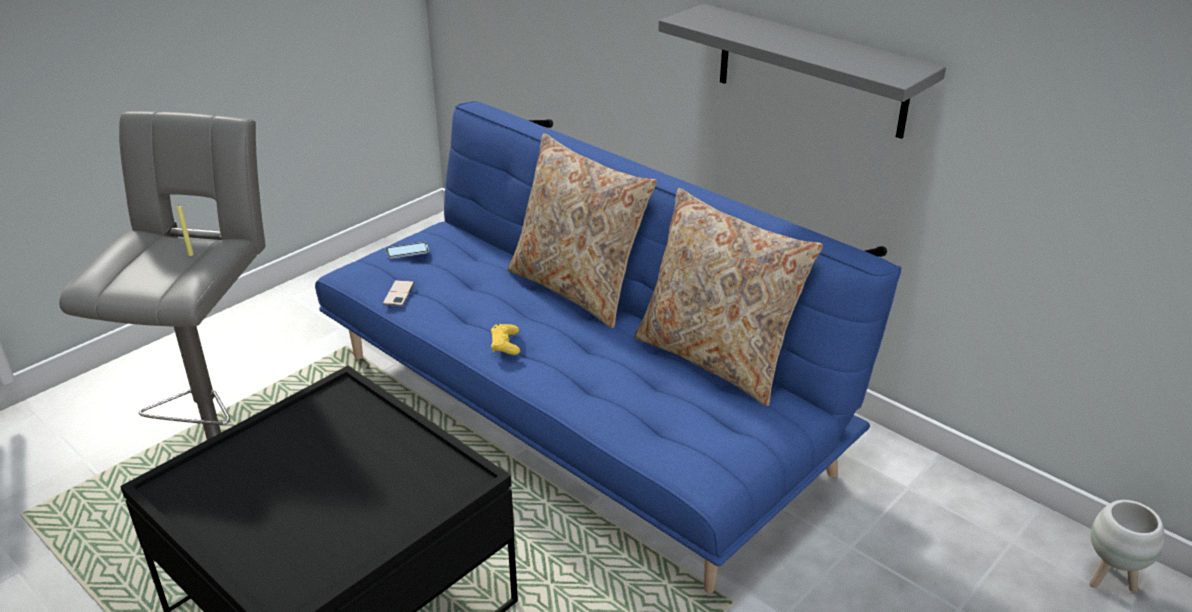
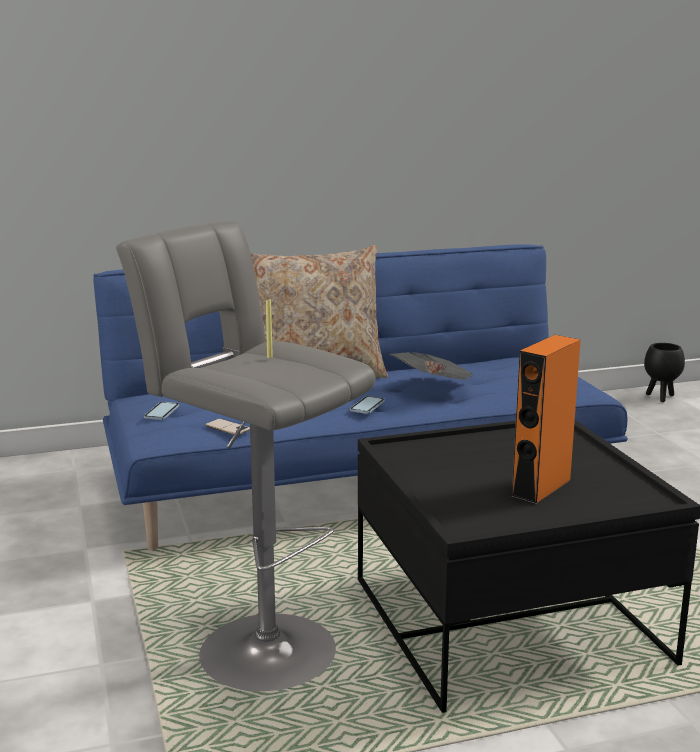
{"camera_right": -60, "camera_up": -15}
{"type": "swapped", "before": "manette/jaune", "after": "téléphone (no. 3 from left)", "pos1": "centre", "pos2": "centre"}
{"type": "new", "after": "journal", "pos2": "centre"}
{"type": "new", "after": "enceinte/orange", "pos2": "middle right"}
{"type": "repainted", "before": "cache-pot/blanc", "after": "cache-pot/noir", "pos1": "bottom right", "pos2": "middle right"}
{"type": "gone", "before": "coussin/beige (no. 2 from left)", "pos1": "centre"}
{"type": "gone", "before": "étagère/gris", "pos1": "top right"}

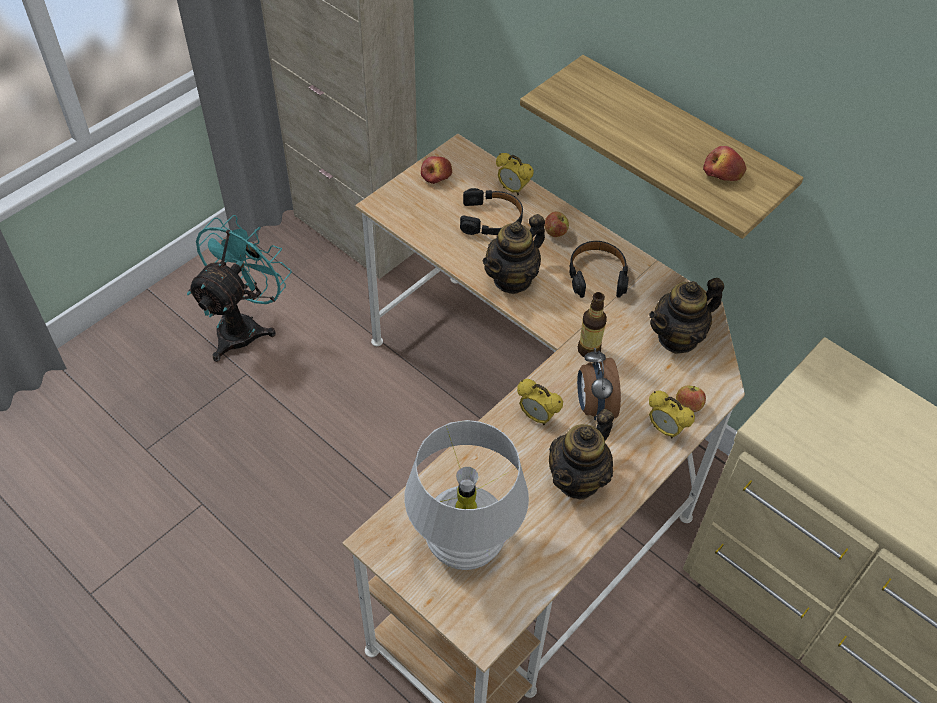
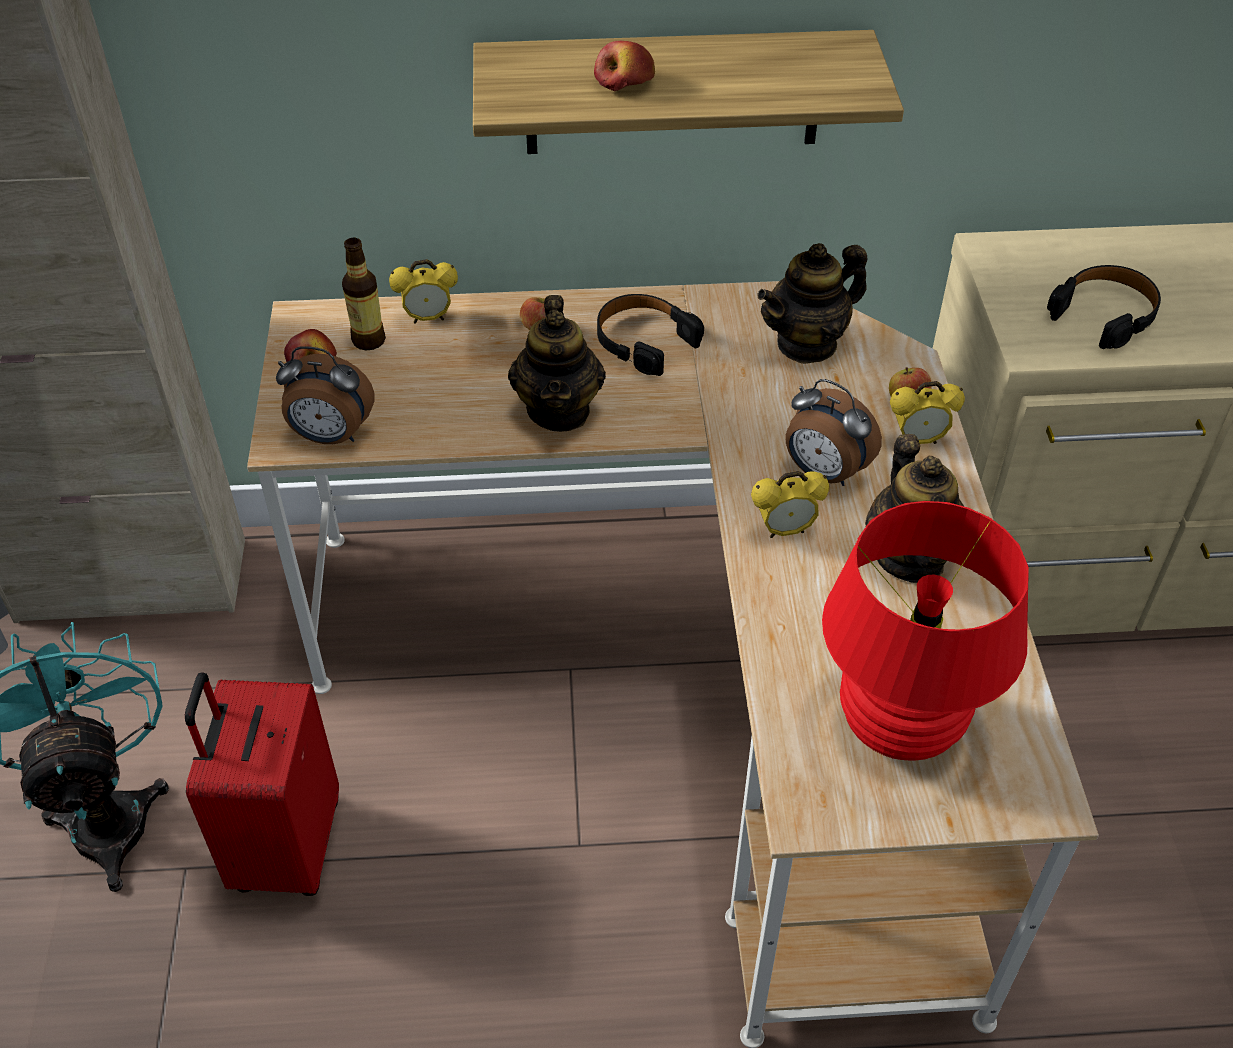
{"camera_right": -45, "camera_up": -5}
{"type": "new", "after": "valise/rouge", "pos2": "bottom left"}
{"type": "new", "after": "réveil (no. 1 from left)", "pos2": "middle left"}
{"type": "shifted", "before": "bouteille", "pos1": "centre", "pos2": "top left"}
{"type": "shifted", "before": "pomme (no. 4 from left in the first image)", "after": "pomme (no. 3 from left)", "pos1": "top right", "pos2": "top centre"}
{"type": "rotated", "before": "théière (no. 3 from left in the first image)", "pos1": "middle right", "pos2": "top centre", "turn": 45}
{"type": "repainted", "before": "lampe de table/blanc", "after": "lampe de table/rouge", "pos1": "bottom centre", "pos2": "middle right"}
{"type": "shifted", "before": "casque audio/noir (no. 1 from left in the first image)", "after": "casque audio/noir (no. 2 from left)", "pos1": "top centre", "pos2": "top right"}

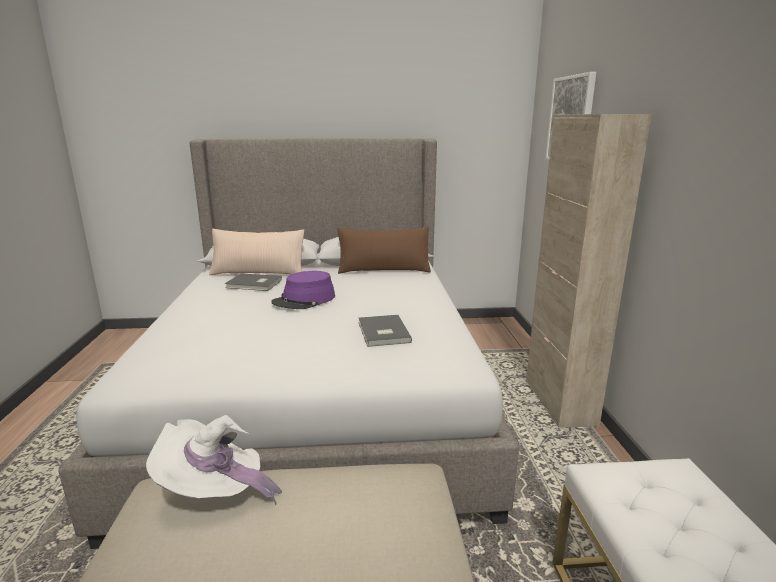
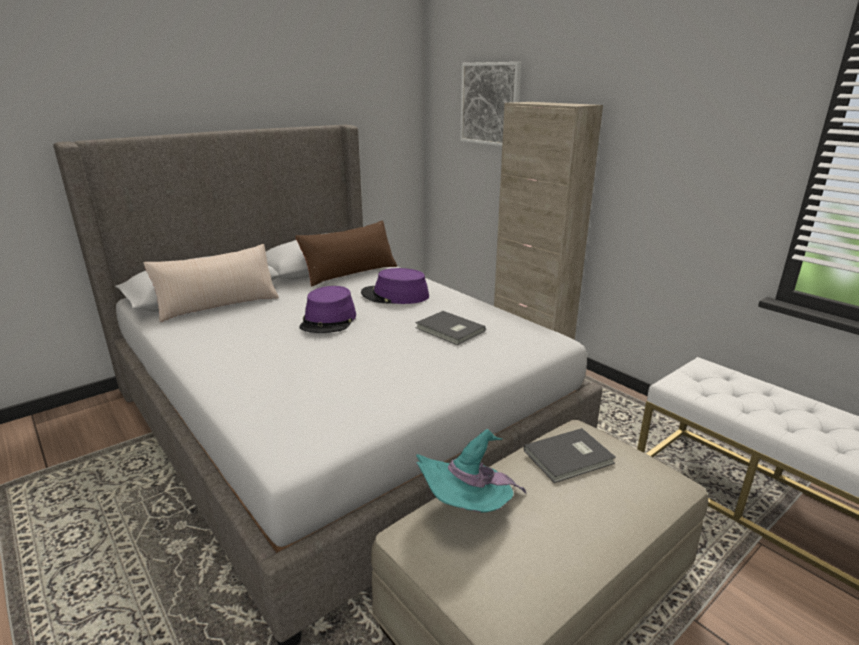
{"camera_right": -35, "camera_up": 5}
{"type": "new", "after": "chapeau/violet (no. 2 from left)", "pos2": "centre"}
{"type": "repainted", "before": "chapeau/blanc", "after": "chapeau/turquoise", "pos1": "bottom left", "pos2": "bottom centre"}
{"type": "shifted", "before": "livre/gris (no. 1 from left in the first image)", "after": "livre/gris (no. 2 from left)", "pos1": "middle left", "pos2": "bottom centre"}

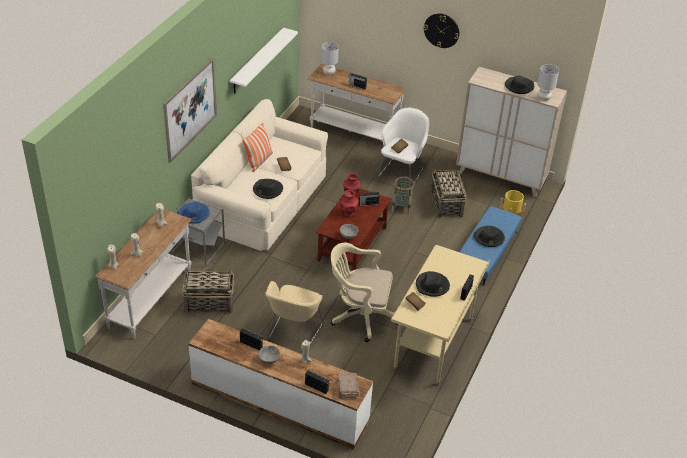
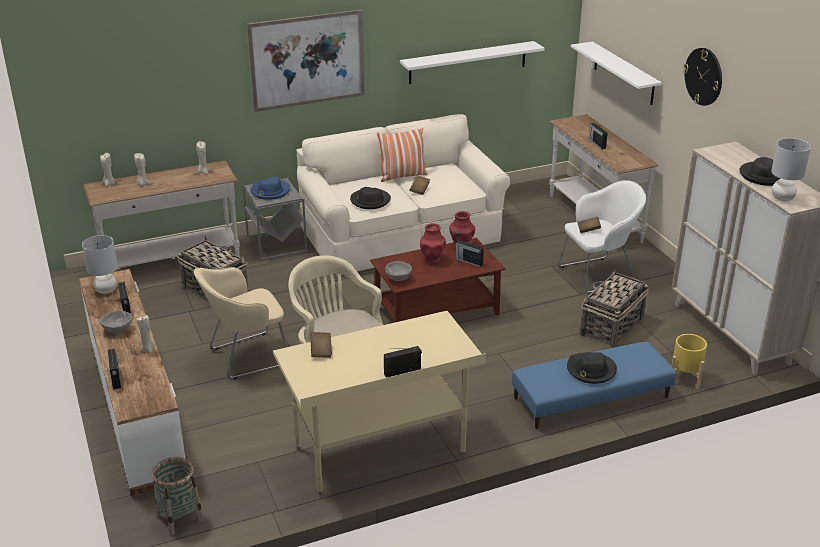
{"camera_right": 45, "camera_up": -10}
{"type": "shifted", "before": "lampe de table/gris (no. 1 from left)", "pos1": "top centre", "pos2": "middle left"}
{"type": "shifted", "before": "panier (no. 2 from left in the first image)", "after": "panier (no. 1 from left)", "pos1": "centre", "pos2": "bottom left"}
{"type": "new", "after": "étagère/blanc (no. 2 from left)", "pos2": "top right"}
{"type": "gone", "before": "livre/marron (no. 2 from left)", "pos1": "bottom centre"}
{"type": "gone", "before": "chapeau/noir (no. 2 from left)", "pos1": "centre"}

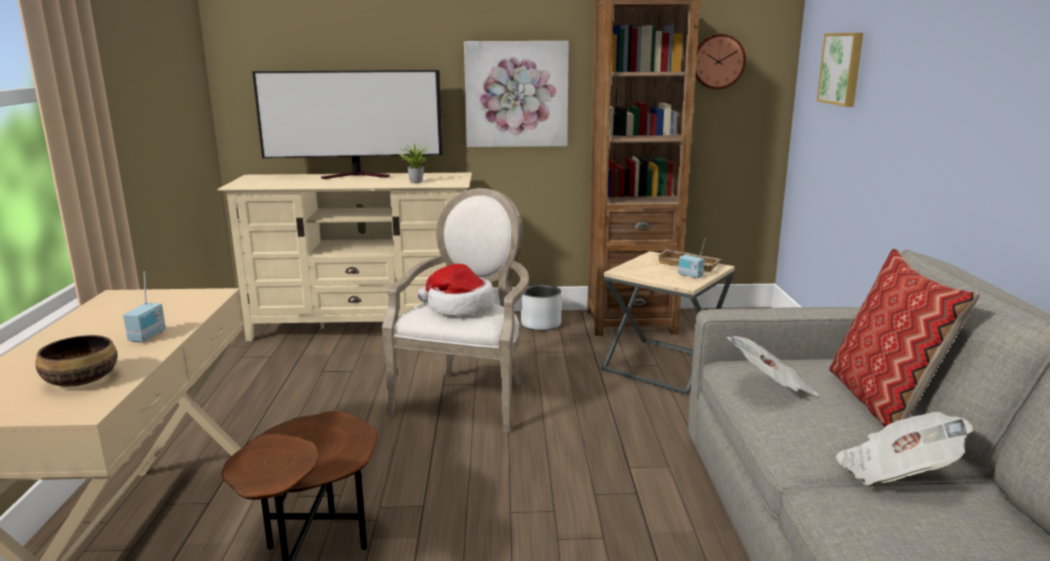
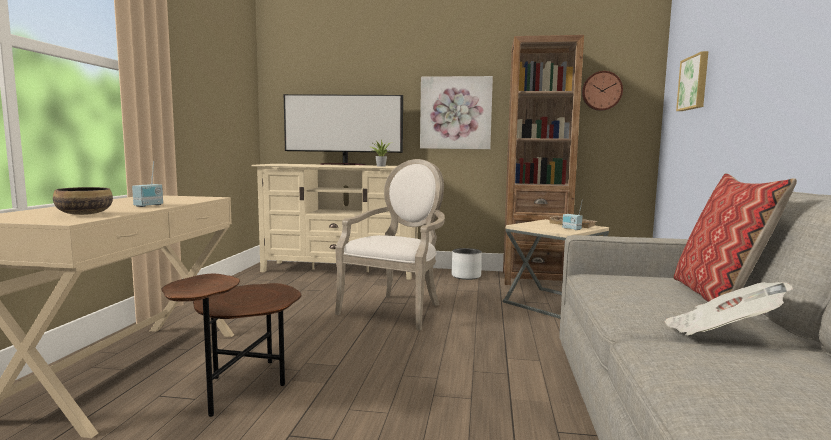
{"camera_right": 10, "camera_up": -10}
{"type": "gone", "before": "chapeau", "pos1": "centre"}
{"type": "gone", "before": "journal (no. 1 from left)", "pos1": "middle right"}

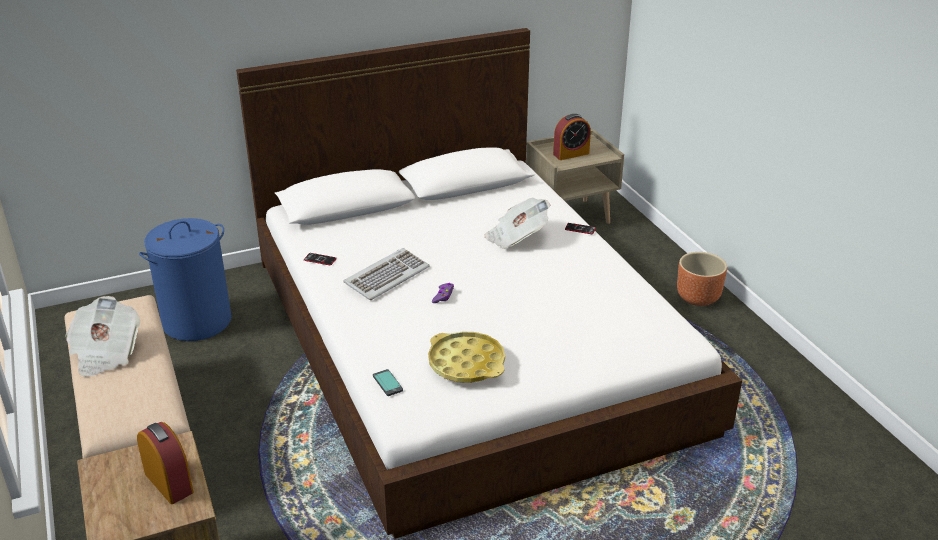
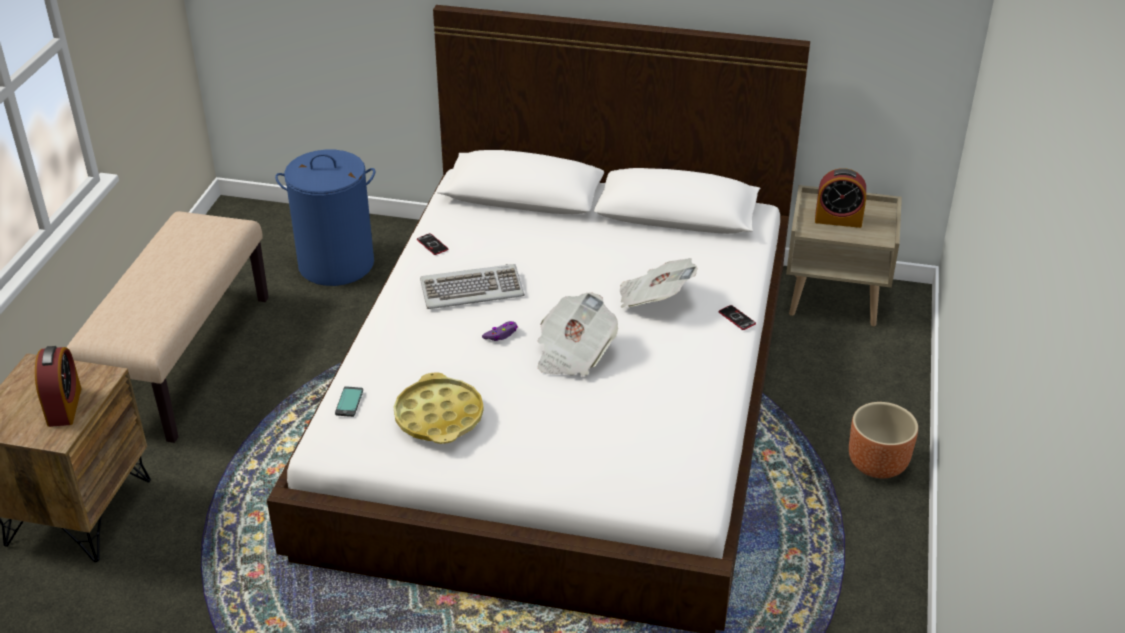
{"camera_right": 35, "camera_up": 5}
{"type": "shifted", "before": "journal (no. 1 from left)", "pos1": "middle left", "pos2": "centre"}

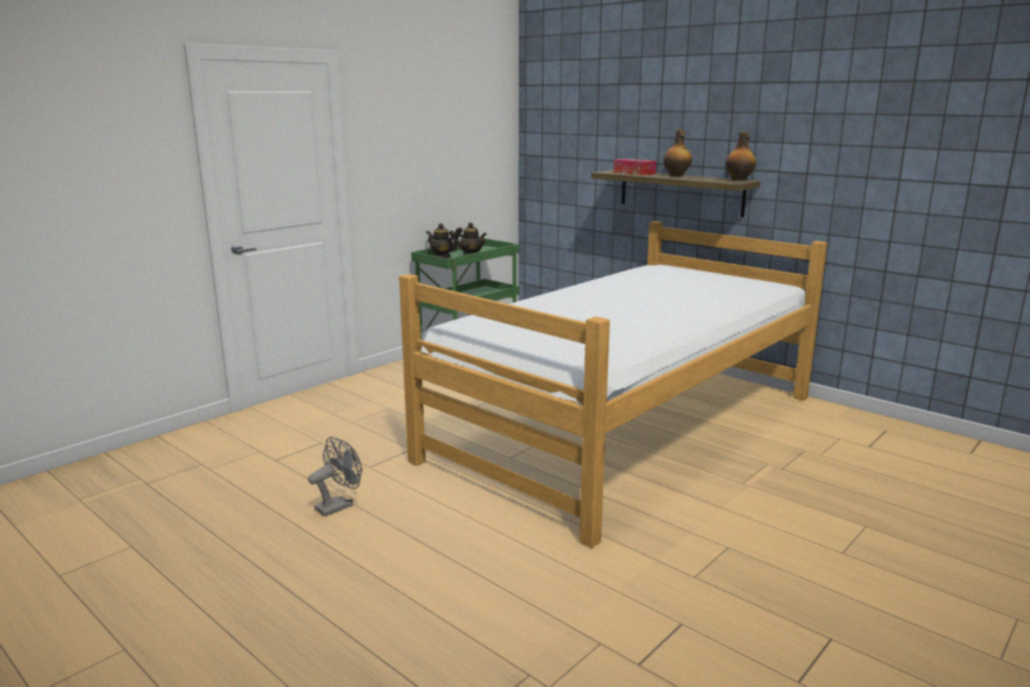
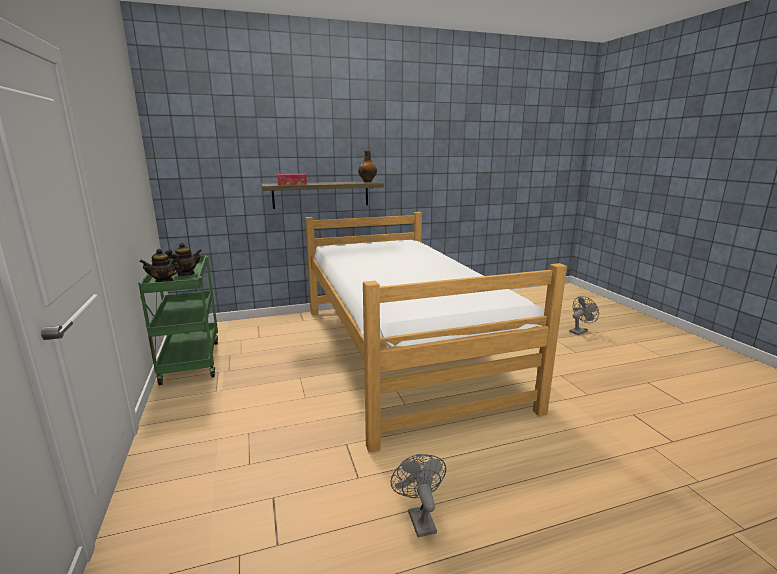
{"camera_right": -60, "camera_up": 0}
{"type": "new", "after": "ventilateur/gris (no. 2 from left)", "pos2": "middle right"}
{"type": "gone", "before": "bouteille (no. 1 from left)", "pos1": "top centre"}

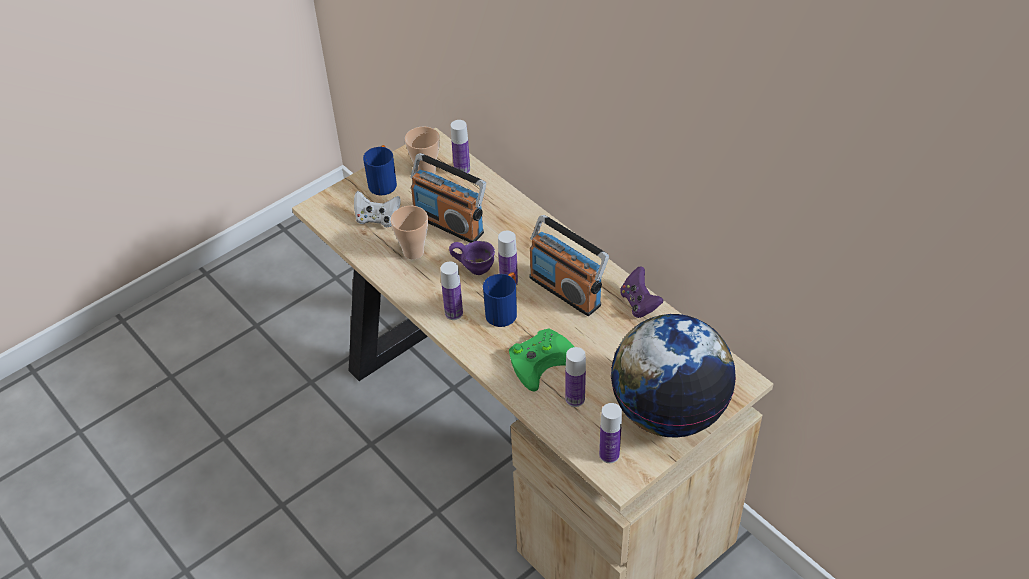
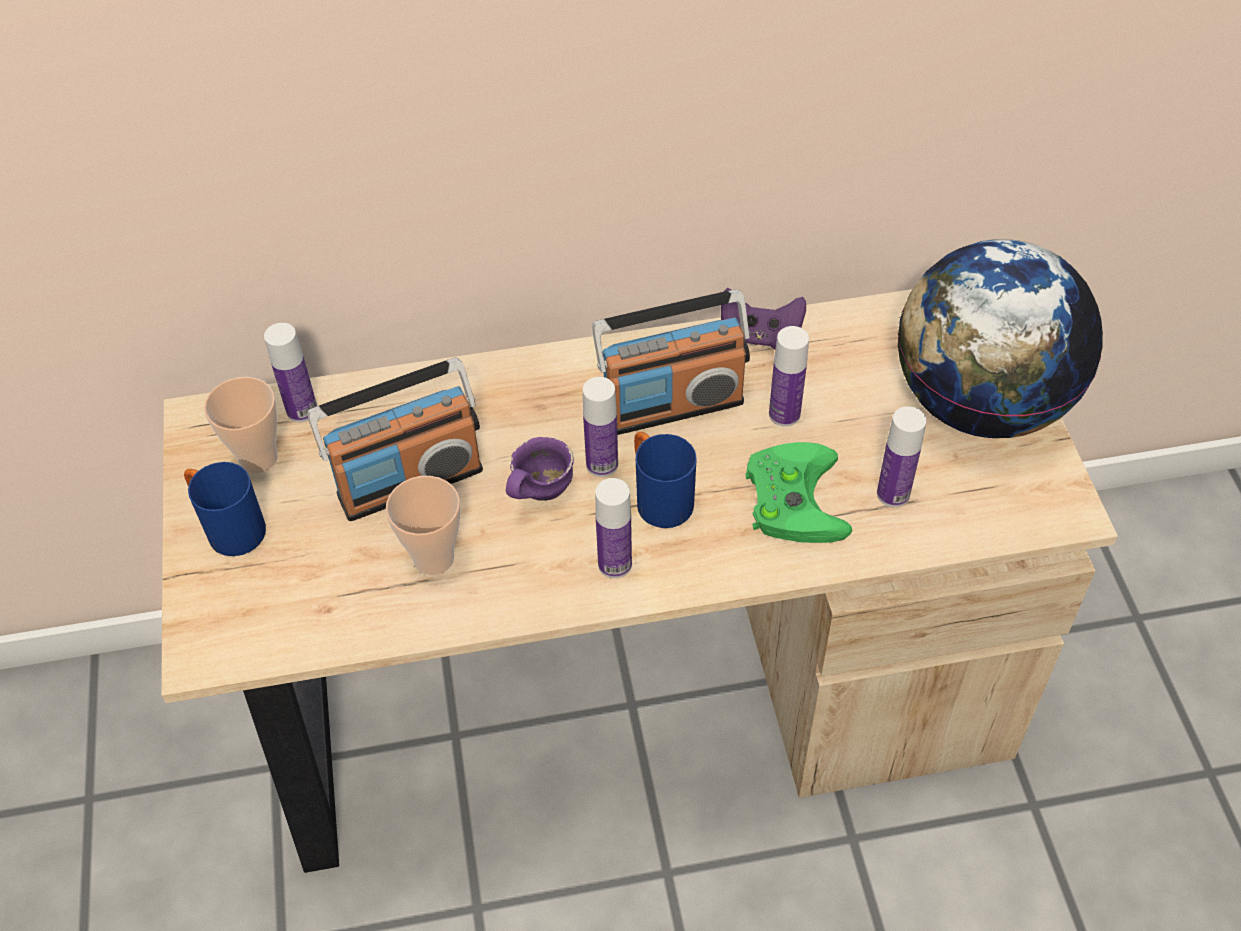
{"camera_right": -60, "camera_up": 5}
{"type": "shifted", "before": "bouteille (no. 5 from left in the first image)", "after": "bouteille (no. 4 from left)", "pos1": "bottom centre", "pos2": "centre"}
{"type": "gone", "before": "manette/blanc", "pos1": "centre"}

